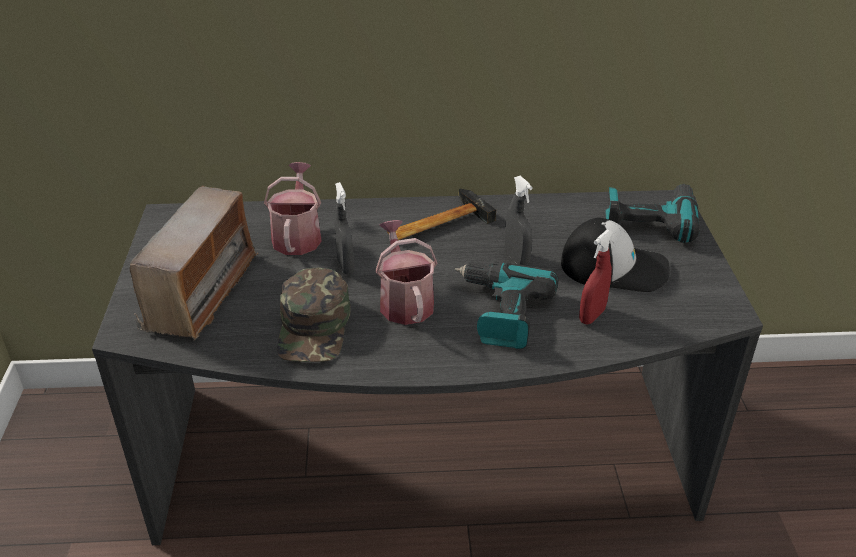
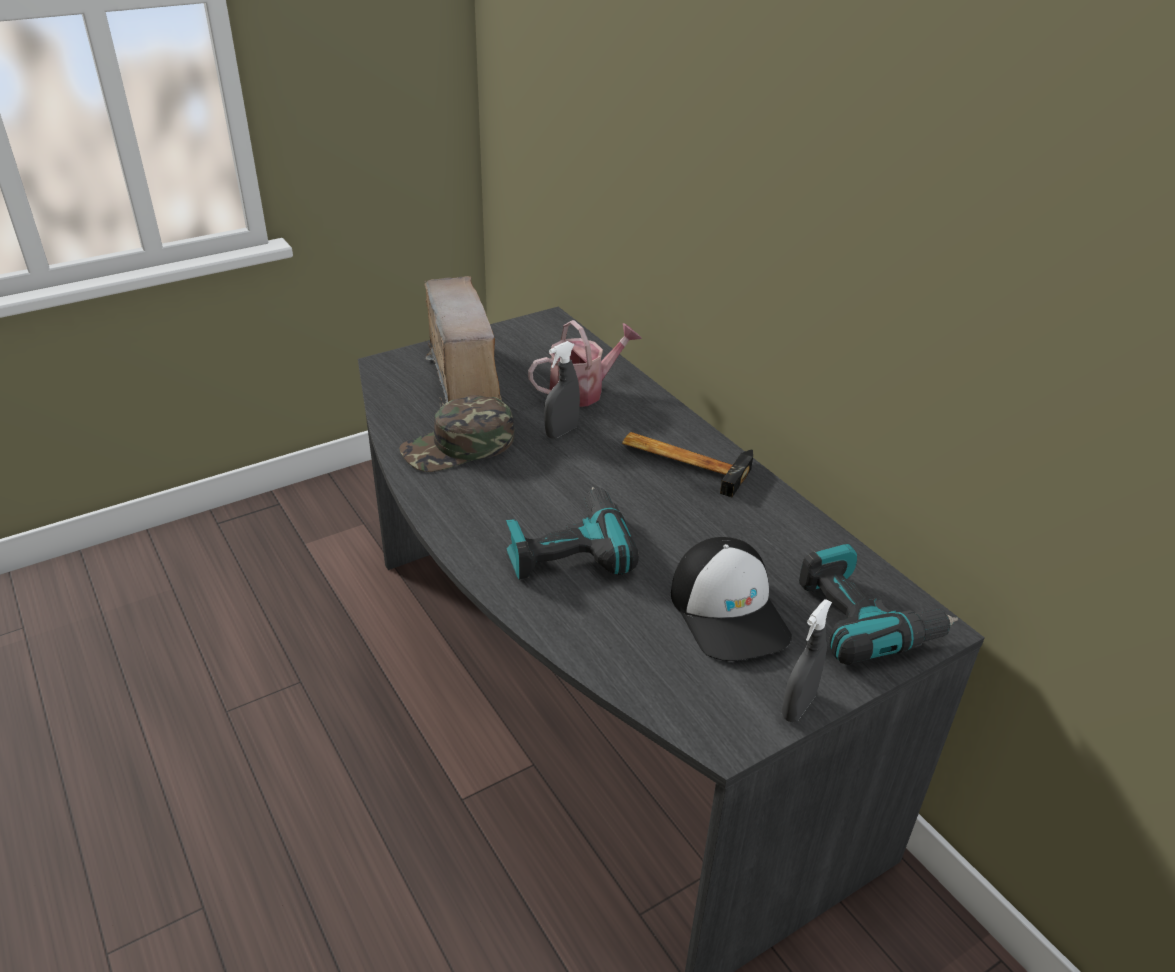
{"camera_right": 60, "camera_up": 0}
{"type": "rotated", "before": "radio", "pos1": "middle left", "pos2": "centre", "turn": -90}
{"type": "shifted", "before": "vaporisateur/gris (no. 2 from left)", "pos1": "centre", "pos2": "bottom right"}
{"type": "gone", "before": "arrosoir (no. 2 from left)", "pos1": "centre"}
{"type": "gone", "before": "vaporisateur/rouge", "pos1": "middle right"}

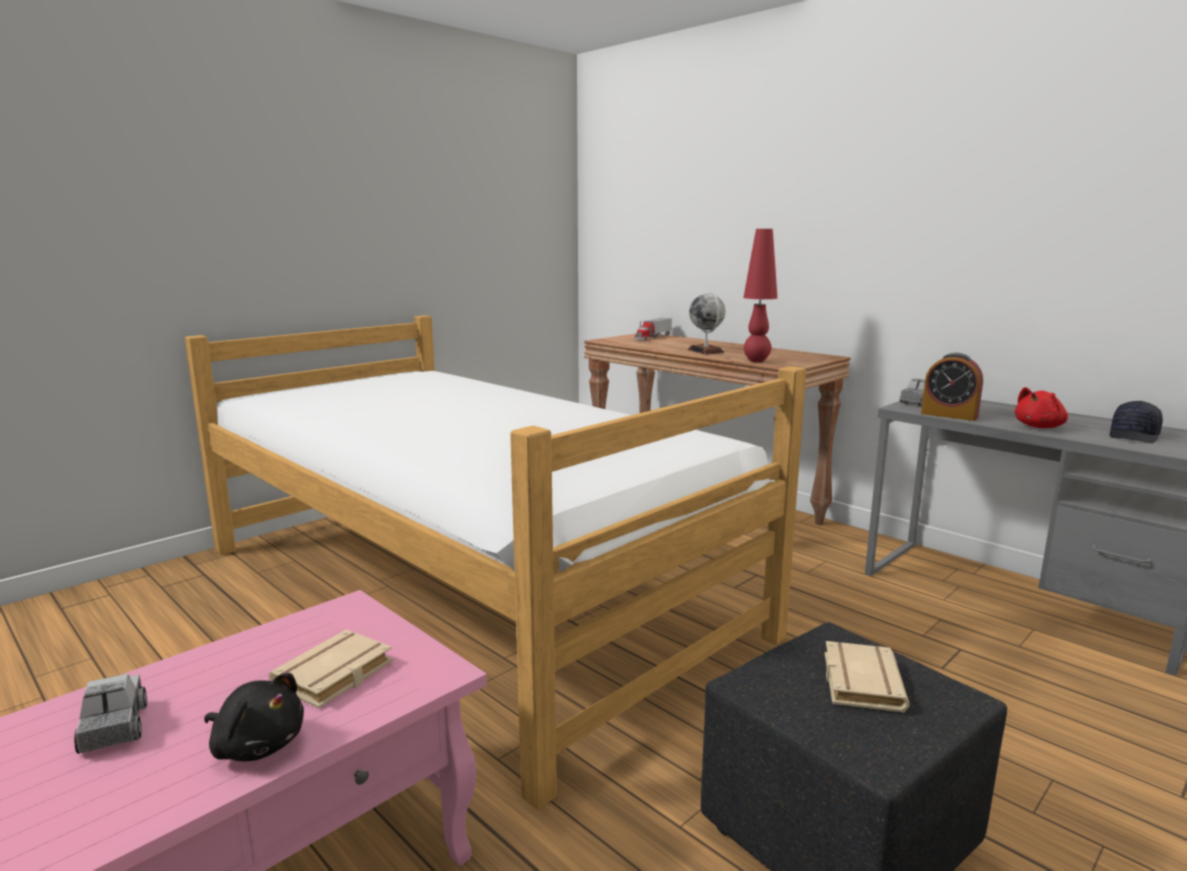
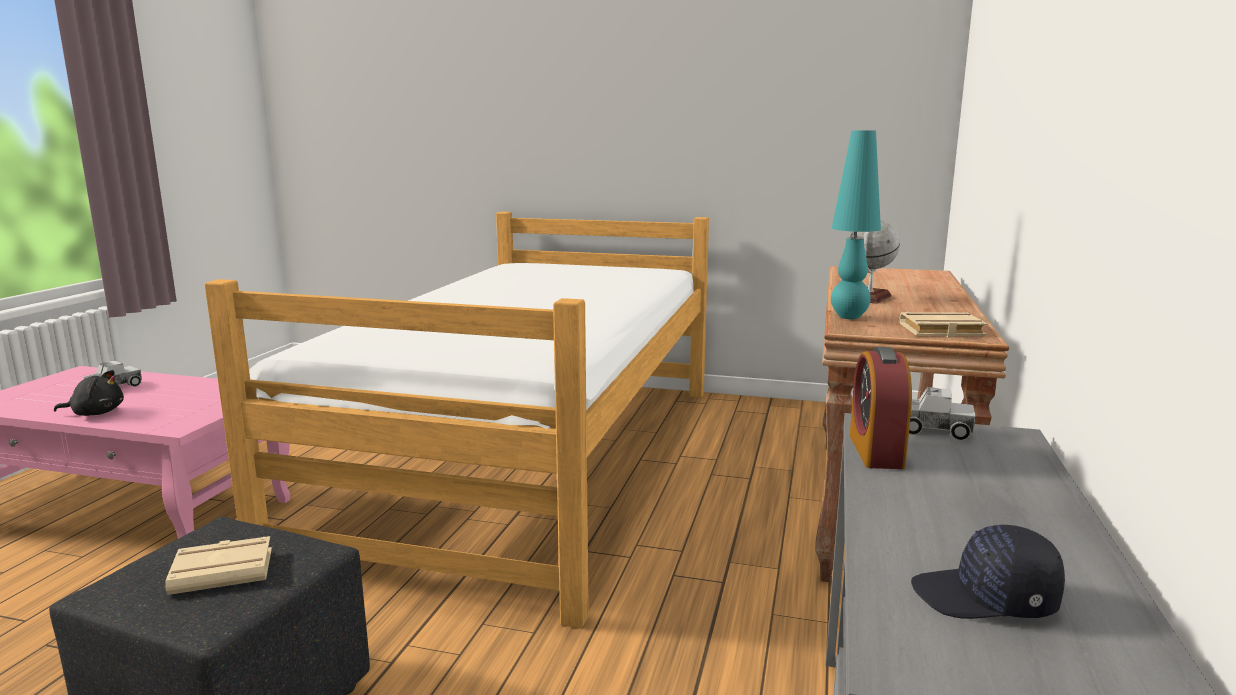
{"camera_right": 60, "camera_up": 0}
{"type": "rotated", "before": "peluche/noir", "pos1": "bottom left", "pos2": "middle left", "turn": -90}
{"type": "repainted", "before": "lampe de table/rouge", "after": "lampe de table/turquoise", "pos1": "centre", "pos2": "top right"}
{"type": "shifted", "before": "livre/beige (no. 1 from left in the first image)", "after": "livre/beige (no. 2 from left)", "pos1": "bottom left", "pos2": "middle right"}
{"type": "gone", "before": "camion jouet (no. 2 from left)", "pos1": "centre"}
{"type": "gone", "before": "peluche/rouge", "pos1": "middle right"}

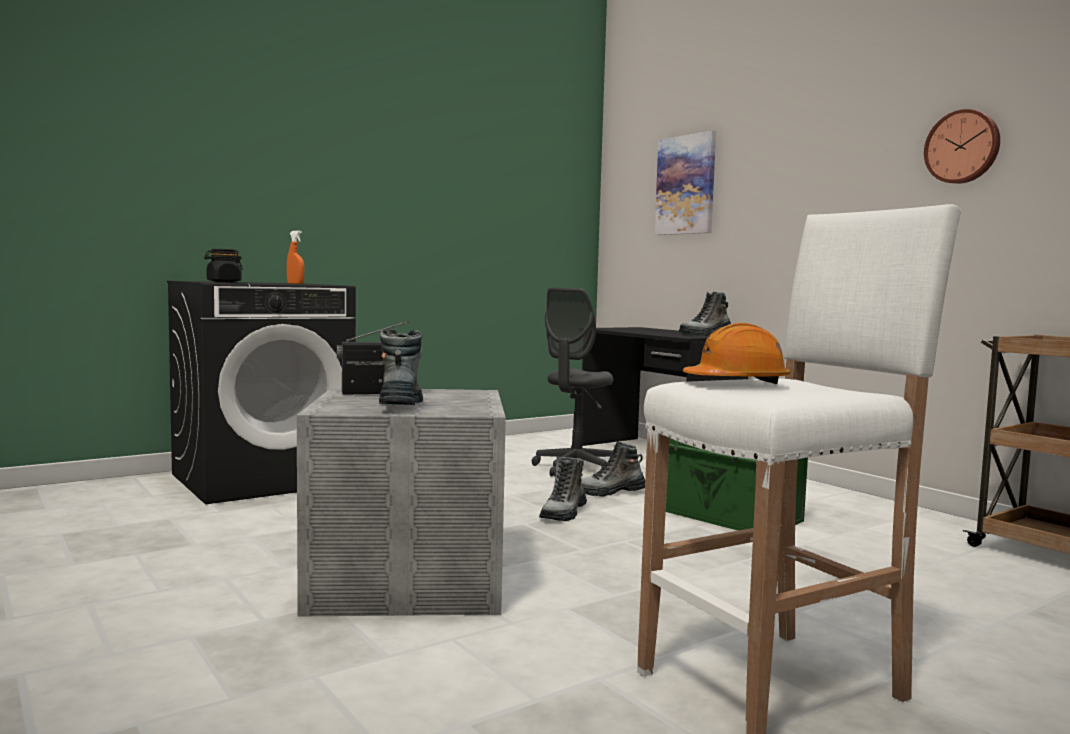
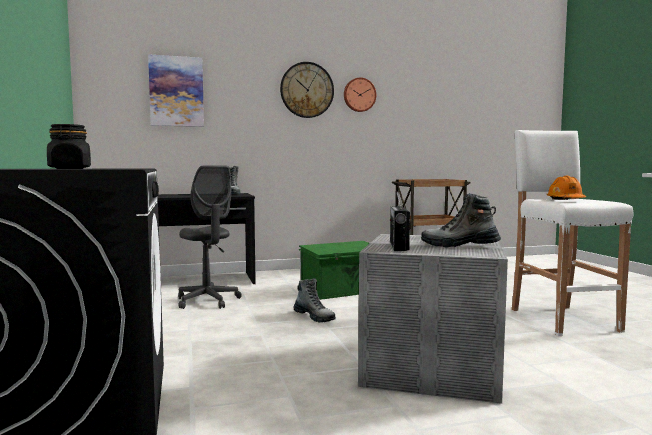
{"camera_right": -70, "camera_up": 0}
{"type": "new", "after": "horloge murale (no. 1 from left)", "pos2": "top centre"}
{"type": "gone", "before": "vaporisateur/orange", "pos1": "middle left"}
{"type": "gone", "before": "botte (no. 3 from left)", "pos1": "centre"}

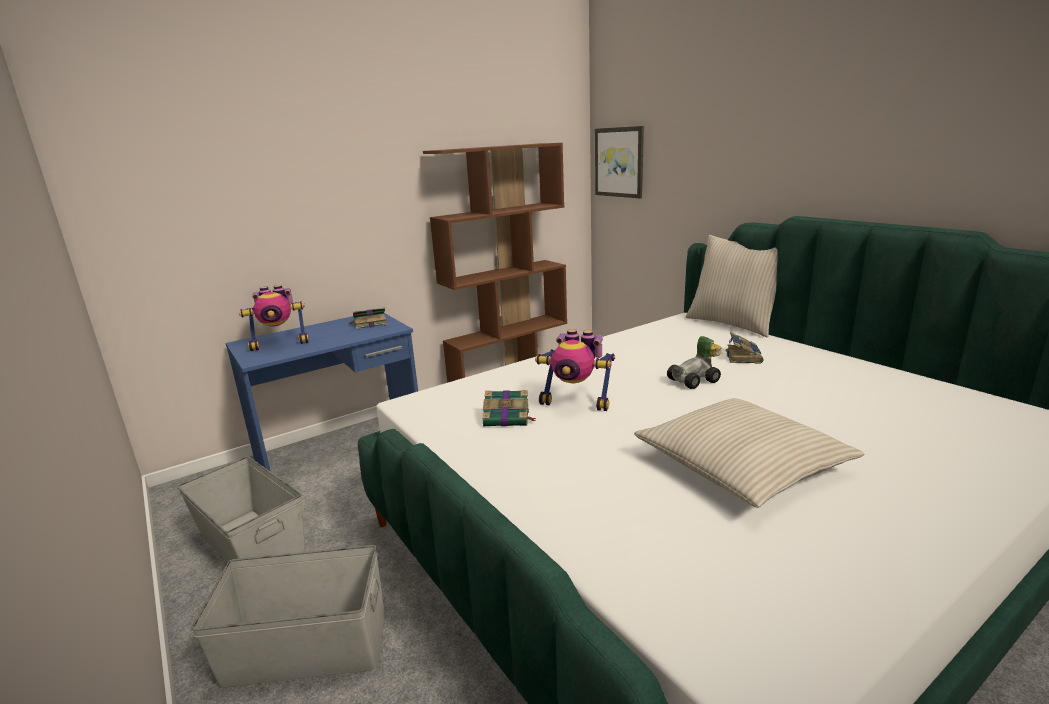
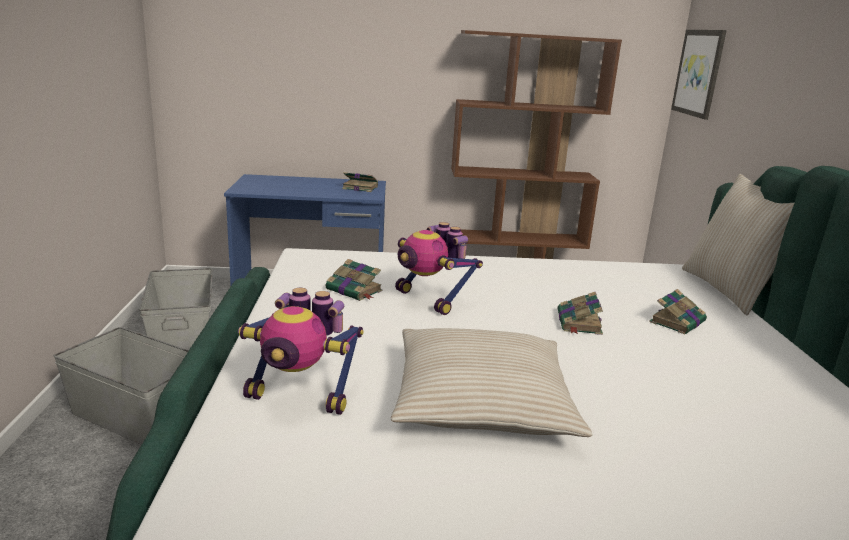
{"camera_right": 30, "camera_up": 0}
{"type": "shifted", "before": "robot jouet (no. 1 from left)", "pos1": "middle left", "pos2": "centre"}
{"type": "swapped", "before": "petite voiture", "after": "livre (no. 3 from left)", "pos1": "centre", "pos2": "middle right"}

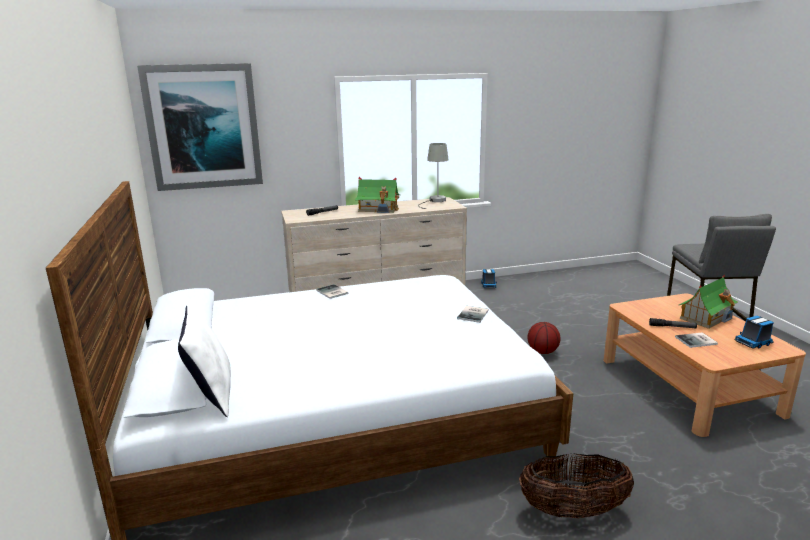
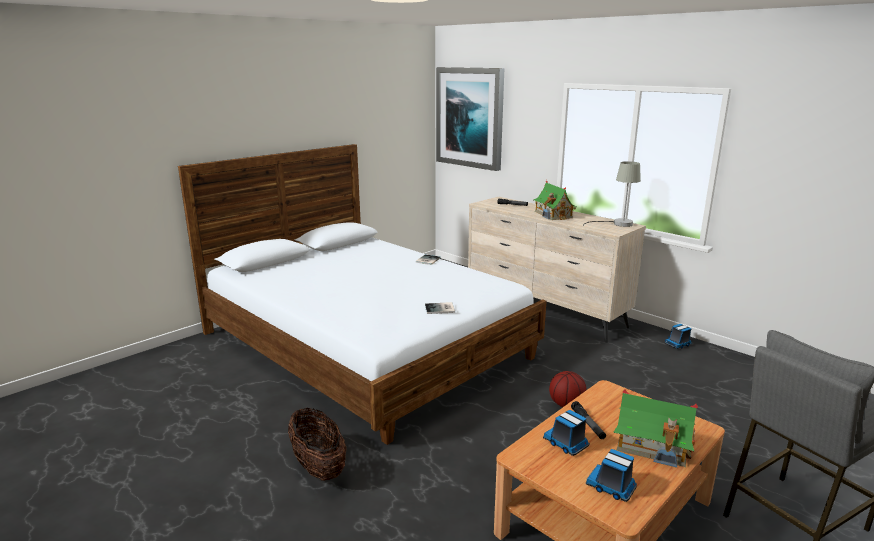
{"camera_right": 60, "camera_up": 0}
{"type": "swapped", "before": "livre (no. 3 from left)", "after": "camion jouet (no. 1 from left)", "pos1": "middle right", "pos2": "bottom centre"}
{"type": "gone", "before": "coussin/blanc", "pos1": "bottom left"}

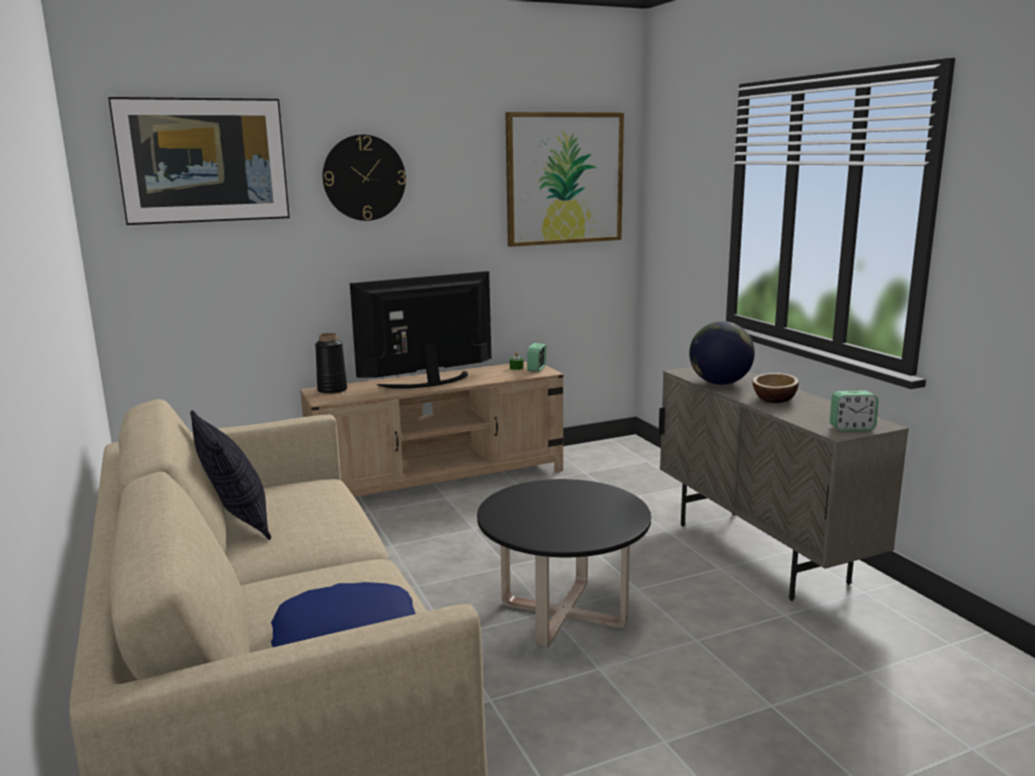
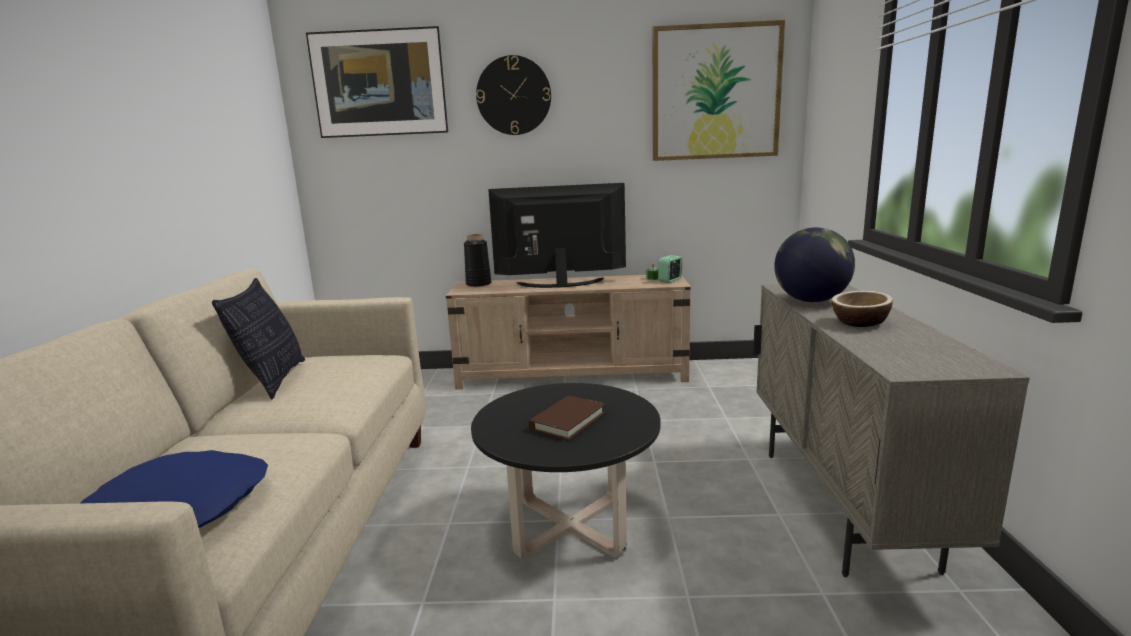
{"camera_right": 25, "camera_up": 0}
{"type": "new", "after": "livre/marron", "pos2": "centre"}
{"type": "gone", "before": "réveil (no. 2 from left)", "pos1": "middle right"}

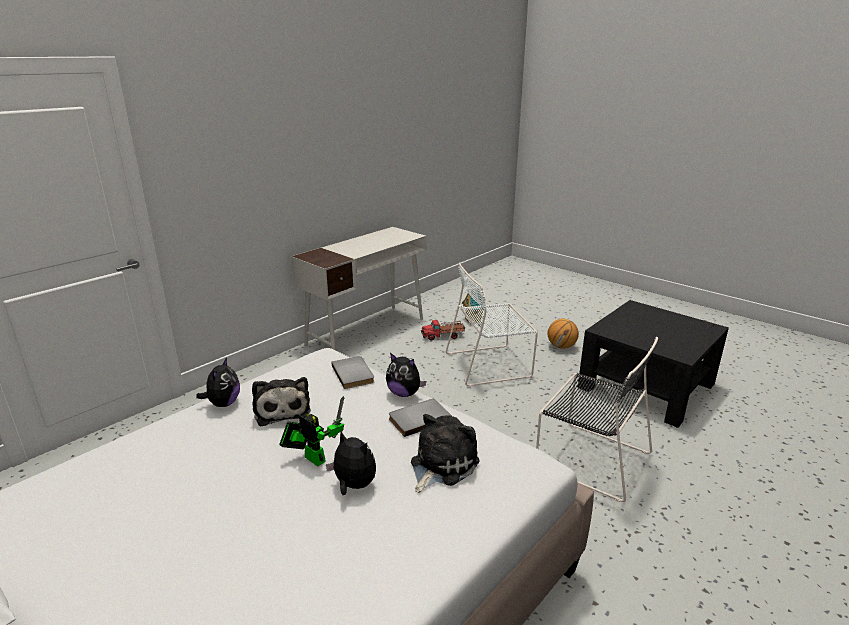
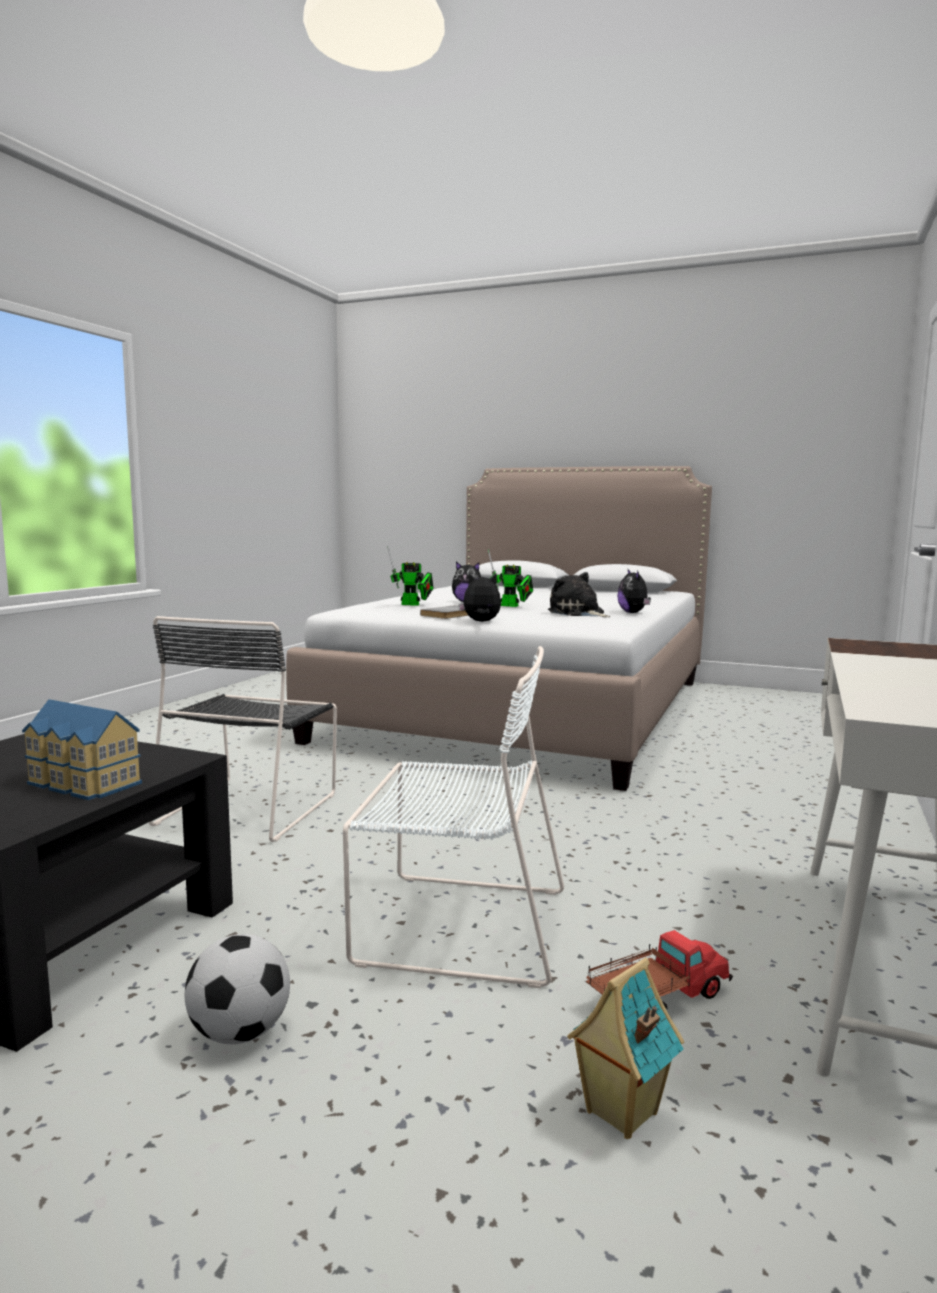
{"camera_right": 160, "camera_up": -15}
{"type": "new", "after": "maison miniature (no. 1 from left)", "pos2": "middle left"}
{"type": "rotated", "before": "chaise/noir", "pos1": "bottom right", "pos2": "middle left", "turn": -90}
{"type": "swapped", "before": "ballon de basket", "after": "ballon de foot", "pos1": "centre", "pos2": "bottom left"}
{"type": "rotated", "before": "chaise/blanc", "pos1": "centre", "pos2": "centre", "turn": 45}
{"type": "swapped", "before": "peluche (no. 5 from left)", "after": "robot jouet (no. 1 from left)", "pos1": "bottom centre", "pos2": "centre"}
{"type": "gone", "before": "livre/gris (no. 1 from left)", "pos1": "centre"}

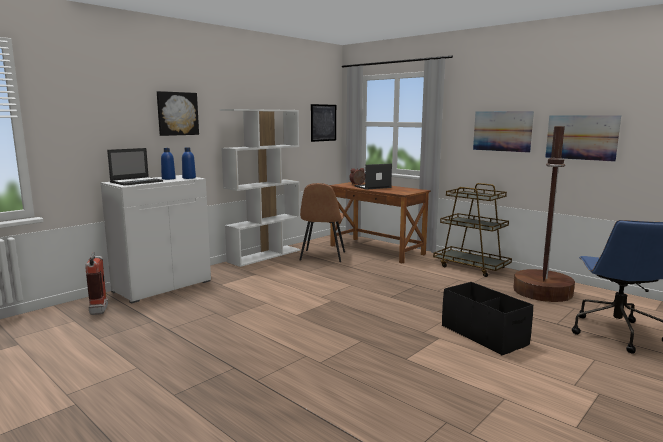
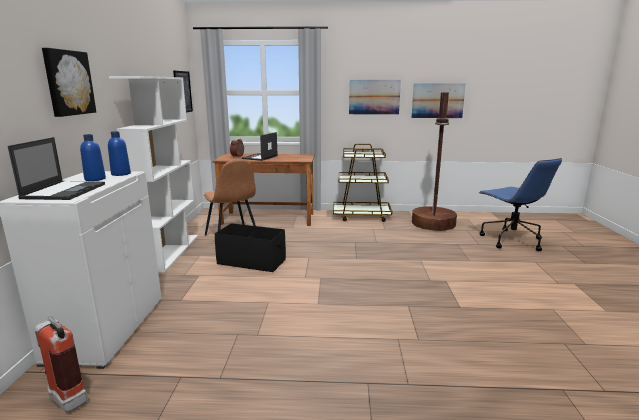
{"camera_right": -40, "camera_up": 5}
{"type": "shifted", "before": "boîte de rangement/noir", "pos1": "bottom right", "pos2": "centre"}

